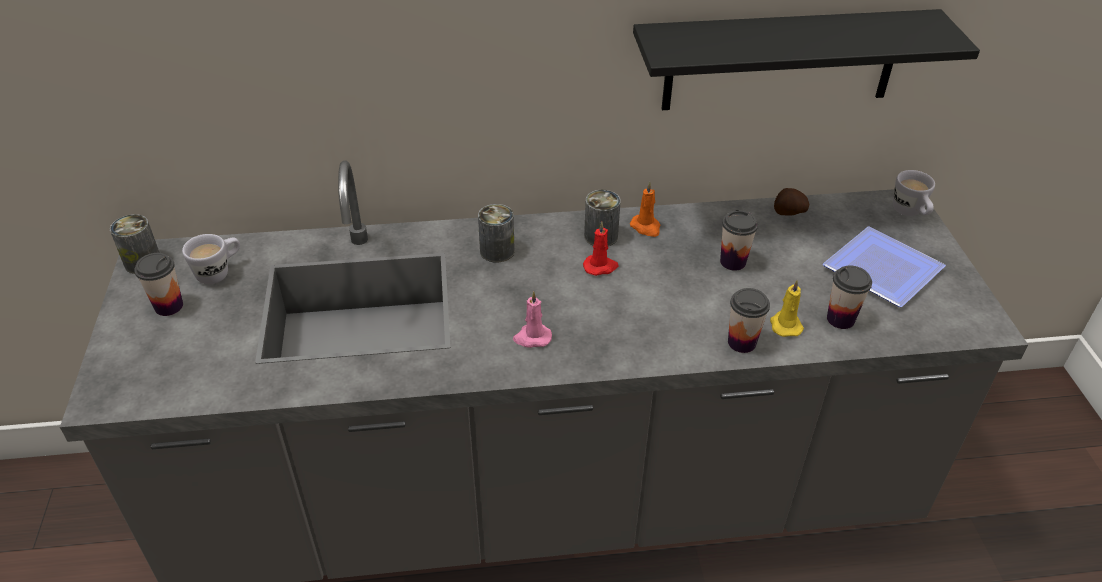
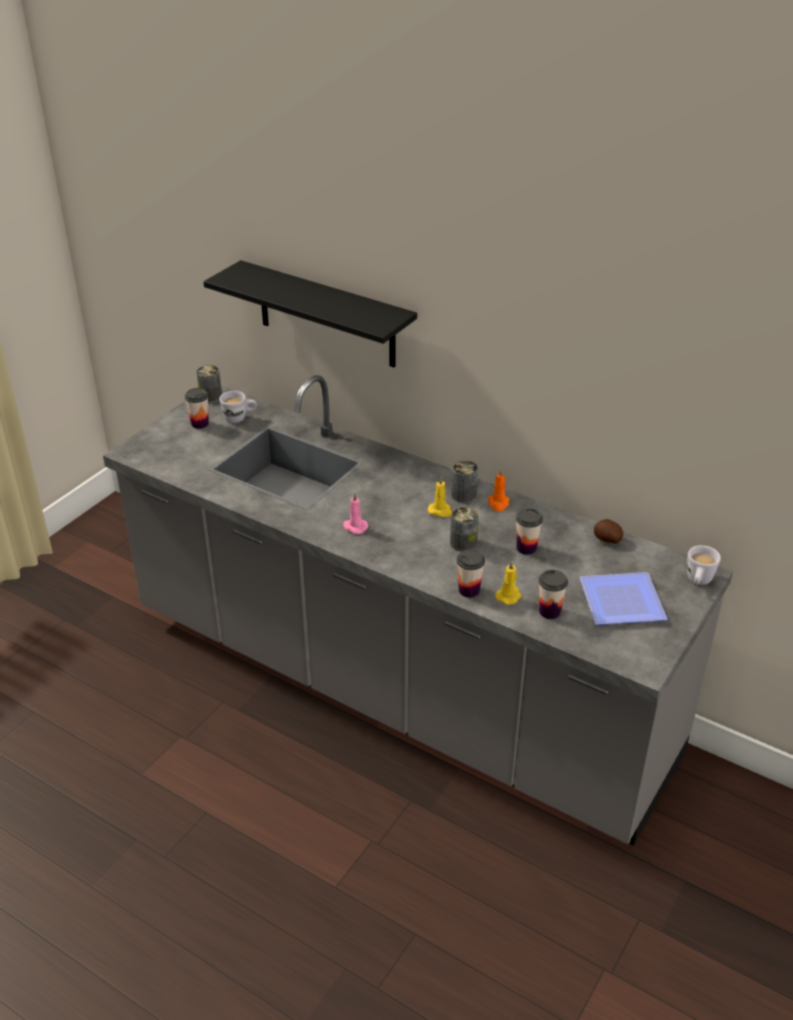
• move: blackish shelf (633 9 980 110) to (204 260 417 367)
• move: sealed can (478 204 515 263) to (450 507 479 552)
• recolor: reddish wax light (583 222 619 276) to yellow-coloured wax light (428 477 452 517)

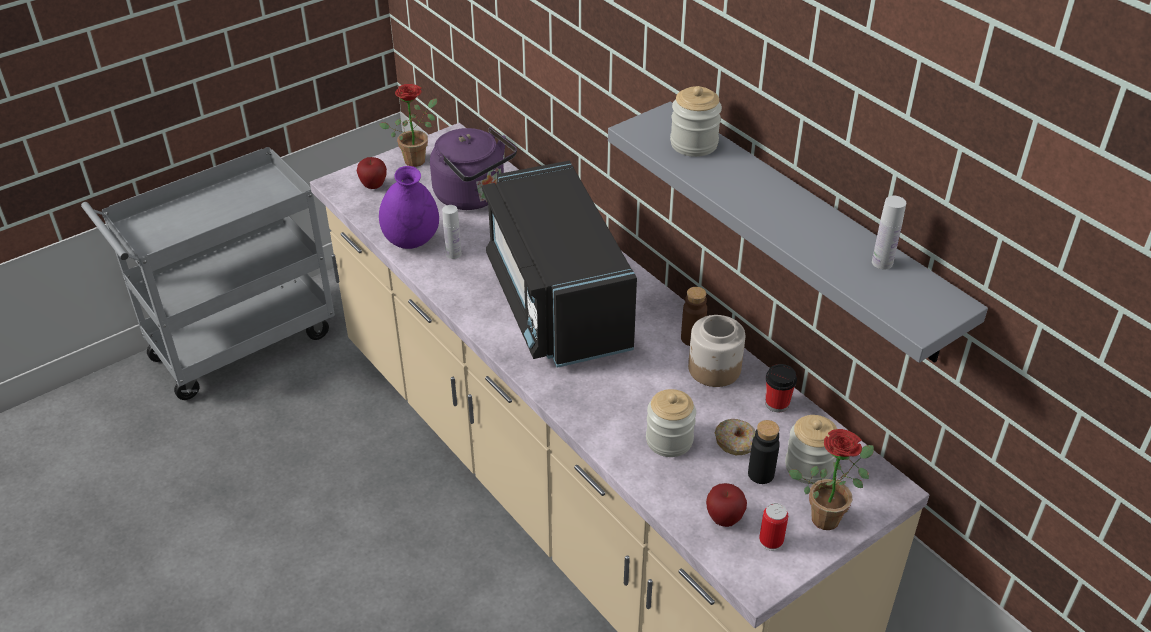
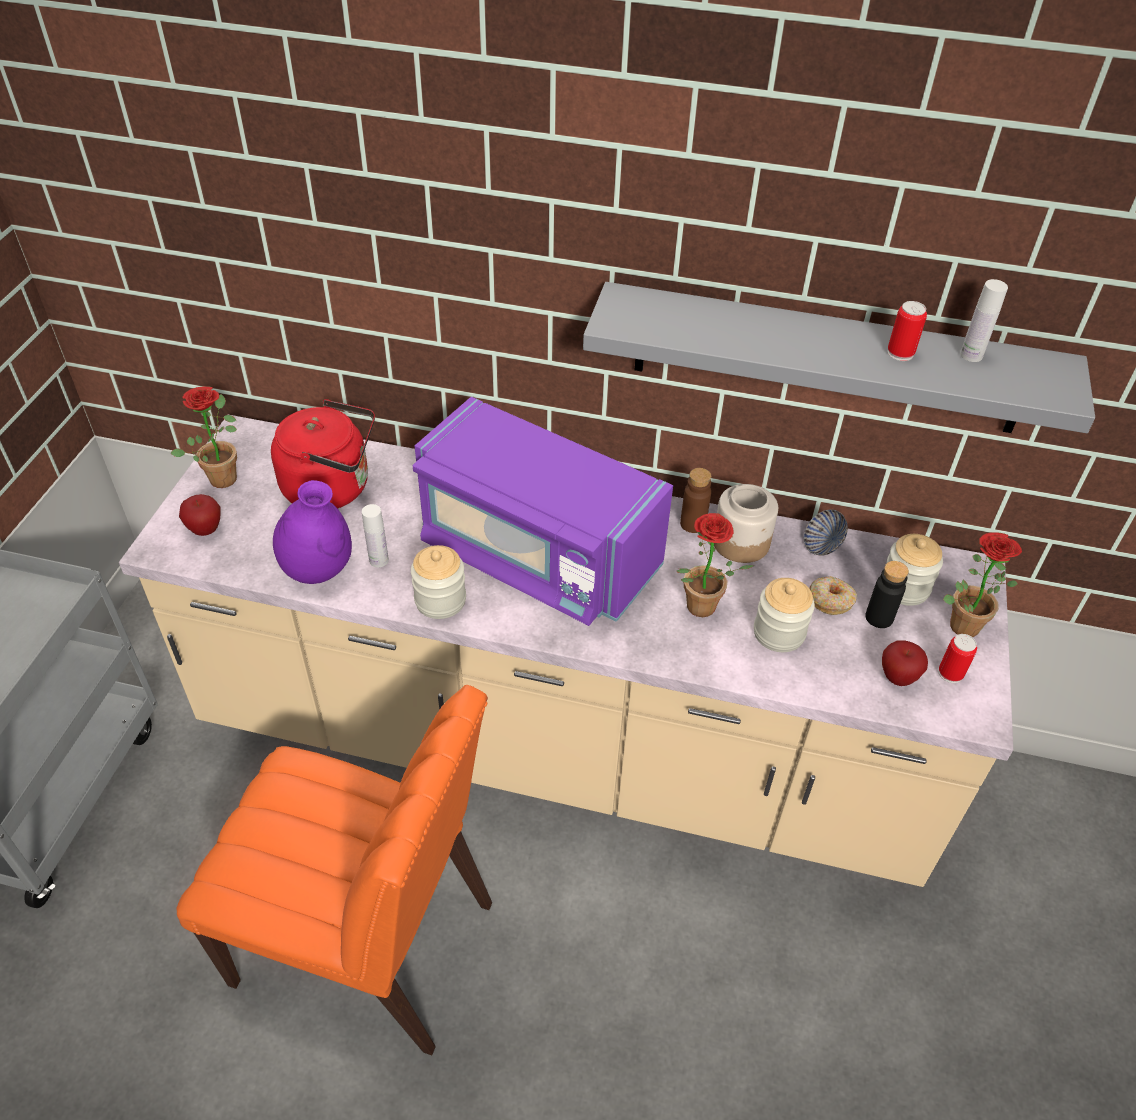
• move: storage jar (670 86 722 157) to (411 545 466 619)
• recolor: purple-coloured water kettle (430 127 517 210) to reddish water kettle (271 399 375 509)
• recolor: blackish microwave (482 161 637 368) to purple-coloured microwave (413 397 673 626)
• replace: drinking cup (766 364 797 412) to bowl (804 509 848 556)
• insert: sealed can (888 301 927 361)
• insert: potted plant (677 513 754 617)
• insert: orangey plain chair (177 685 492 1055)

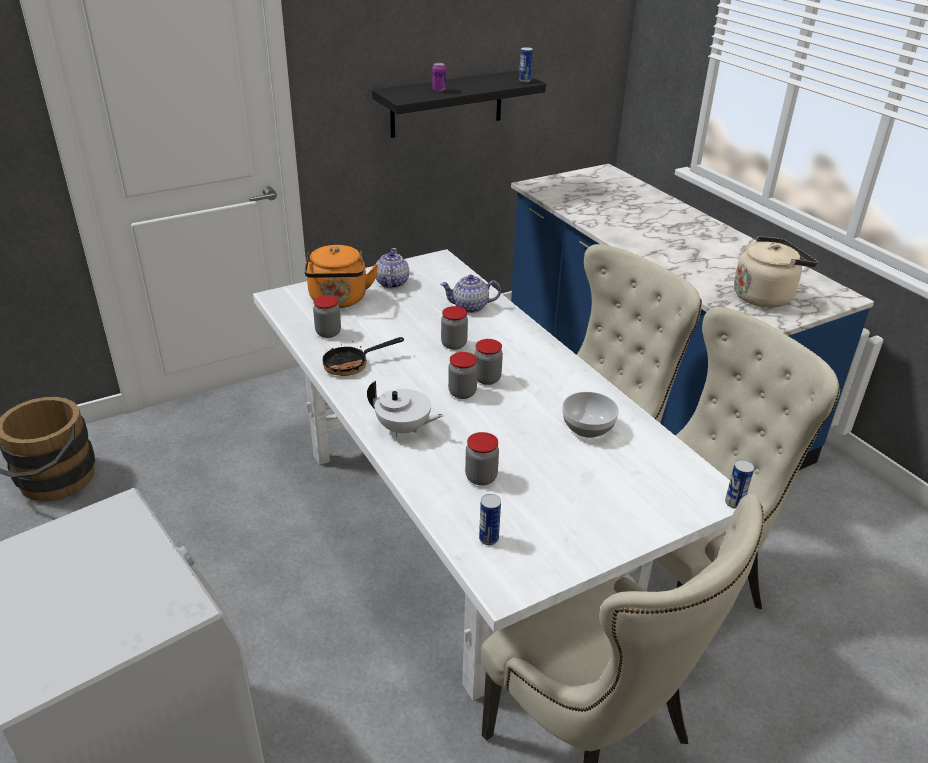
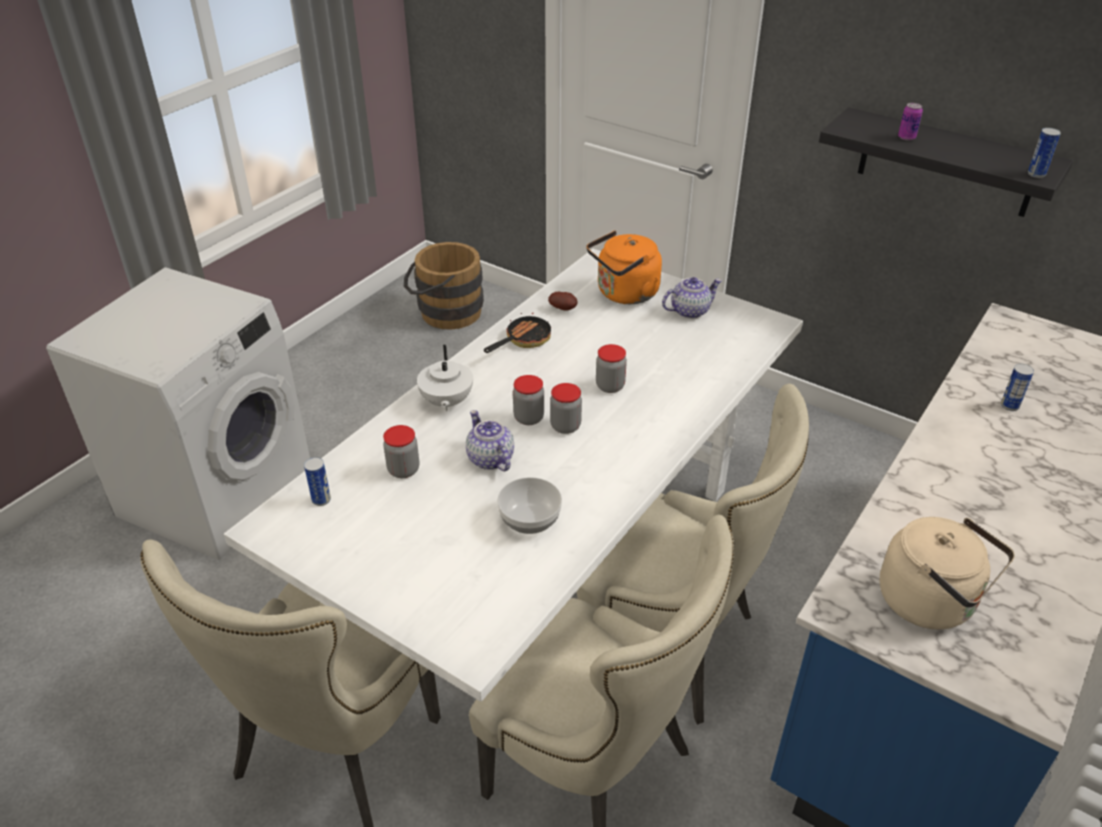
• move: teapot (440 274 501 313) to (466 410 514 471)
• replace: storage jar (313 295 341 338) to whole potato (548 292 577 311)
• rotate: frying pan (323 337 404 376) = (484 312 551 353) 90 degrees clockwise
• move: sealed can (725 460 754 509) to (1001 364 1034 411)

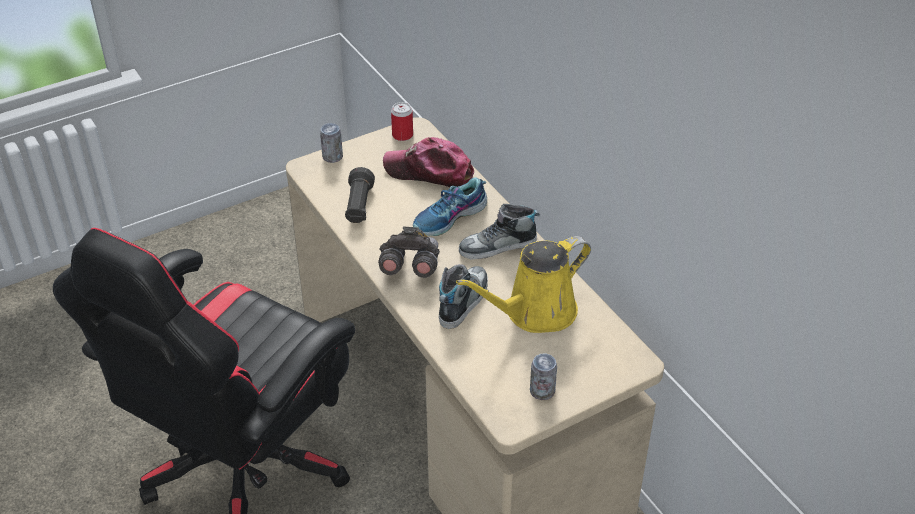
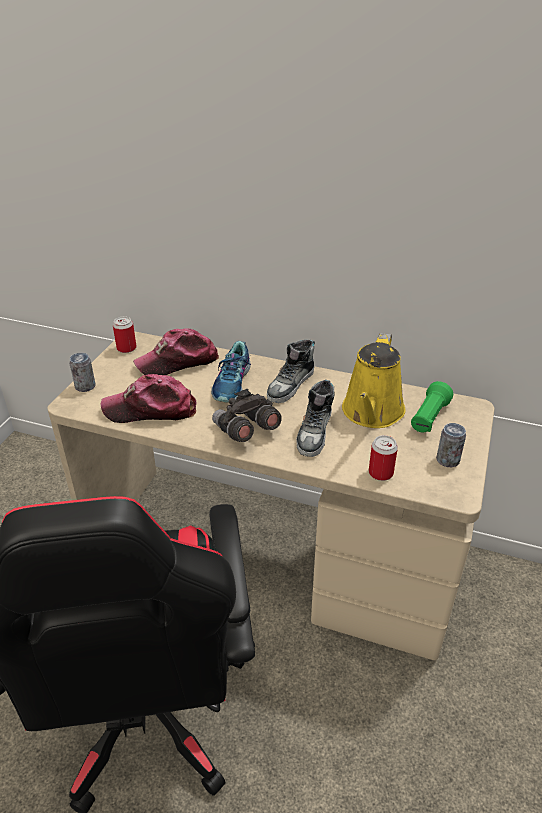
• replace: blackish flashlight (345 167 375 223) to peaked cap (101 374 197 423)
• rotate: item of footwear (439 264 488 329) = (296 380 335 457) 150 degrees counterclockwise
• insert: green flashlight (411 381 453 433)
• insert: sealed can (369 435 398 481)

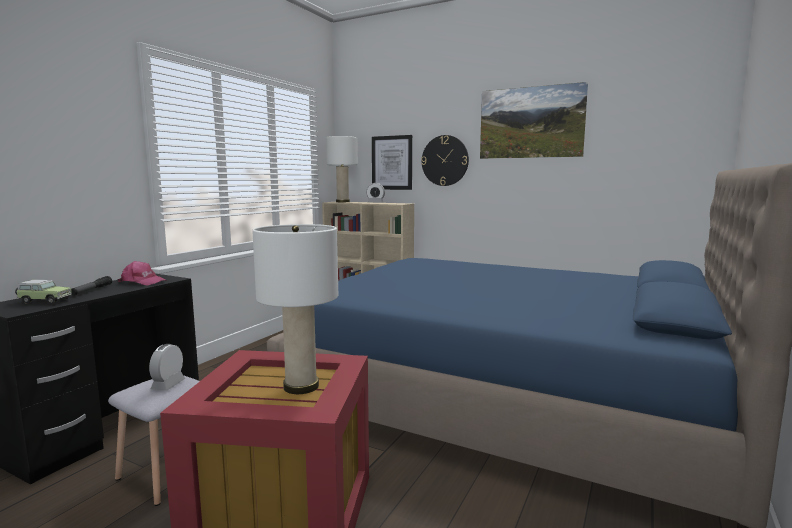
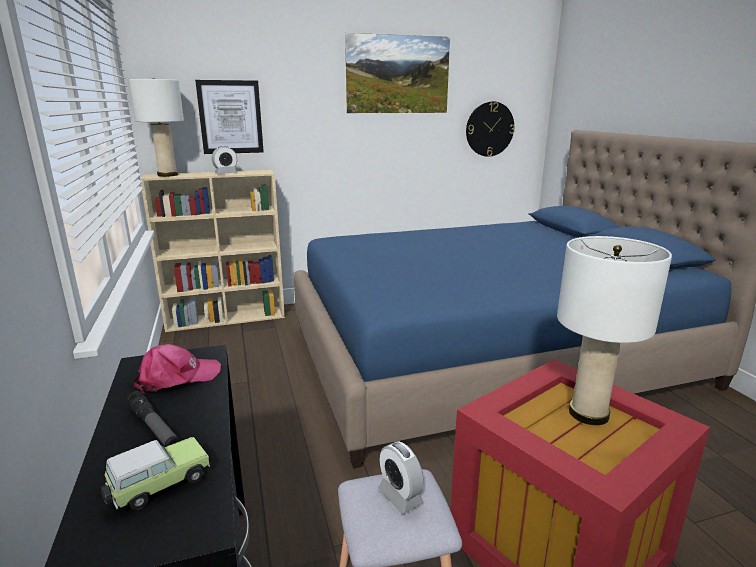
• move: hanging clock (421 135 469 186) to (466 101 515 157)

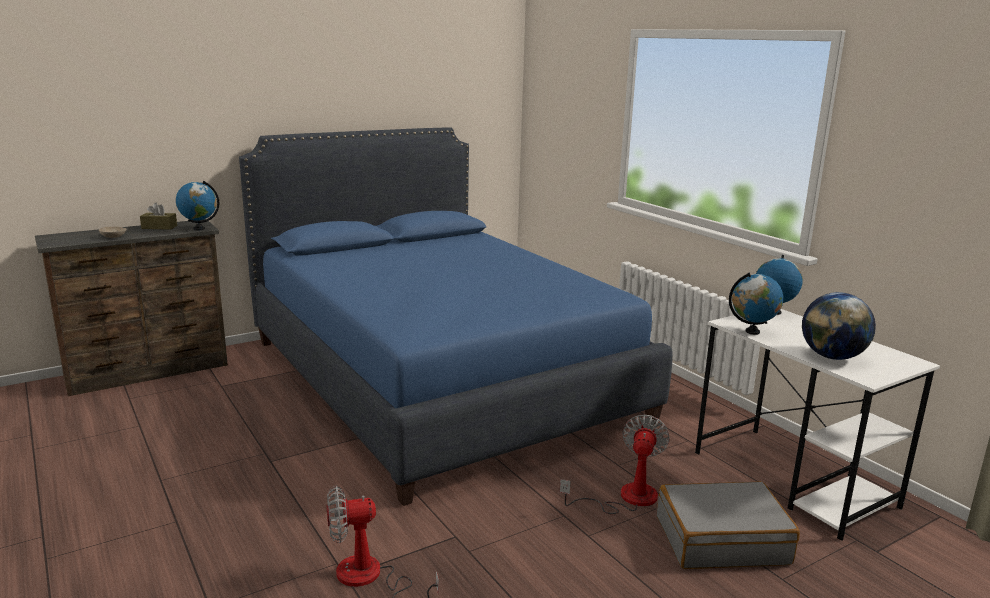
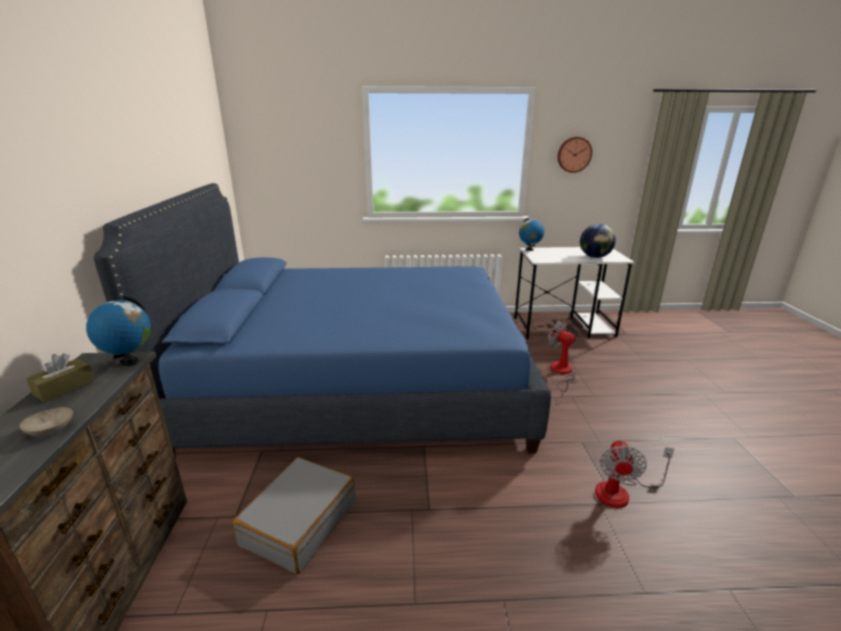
• delete: globe (729 272 783 335)
• move: greyish travel case (657 481 800 569) to (233 457 355 574)
• insert: hanging clock (557 137 592 173)

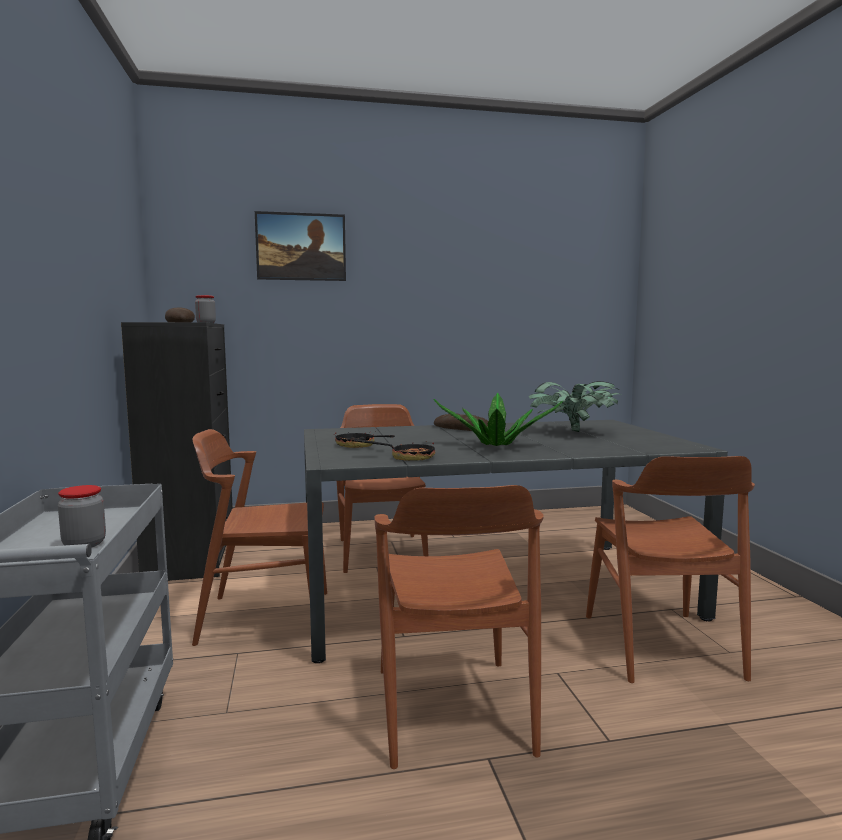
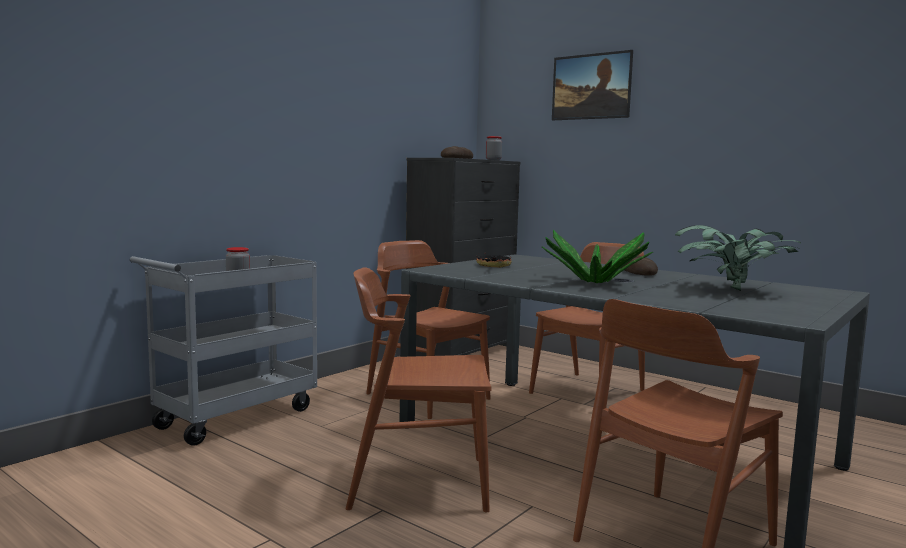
• delete: frying pan (352 439 435 461)
• rotate: brown plain chair (374 485 544 769) = (346 267 492 512) 45 degrees clockwise

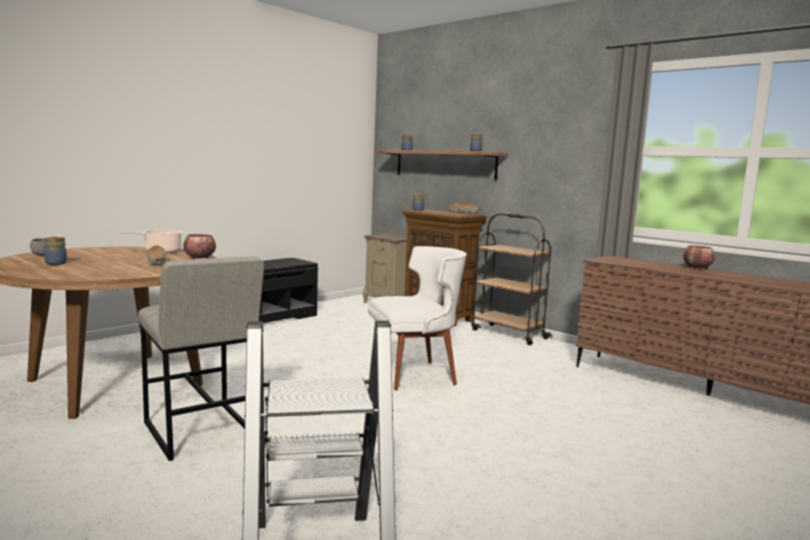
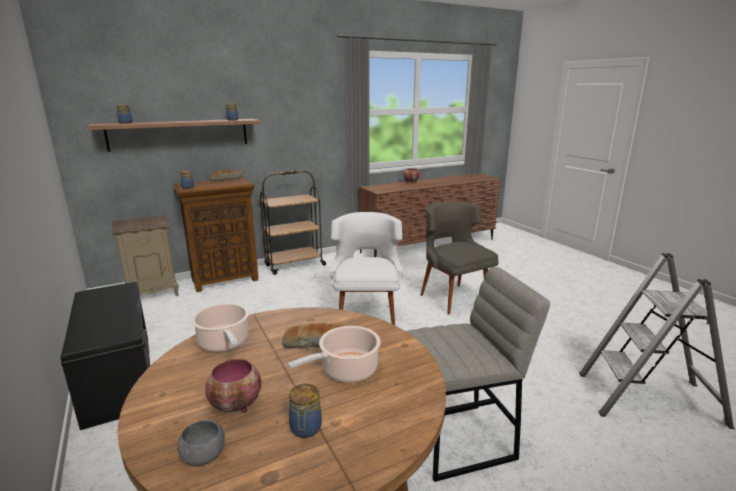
• move: bowl (183 234 216 259) to (205 359 261 413)
• insert: greyish plain chair (420 202 499 314)
• insert: cooking pot (288 326 381 383)

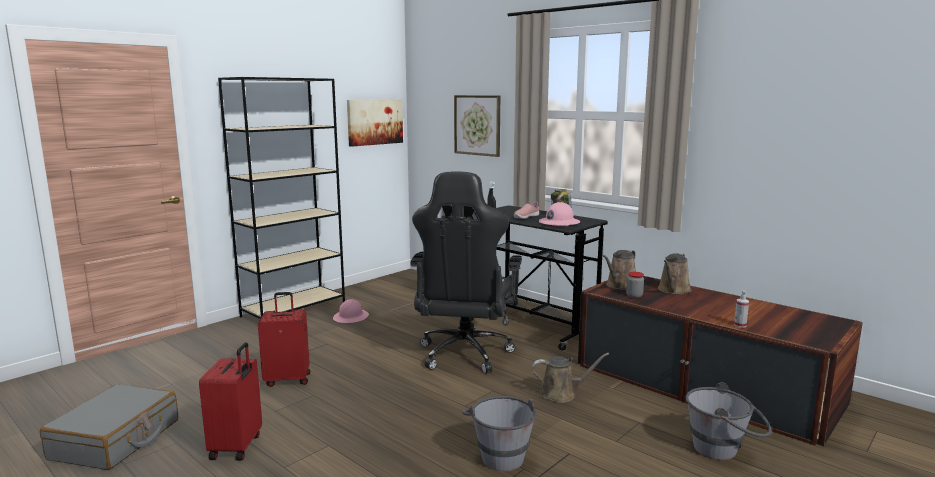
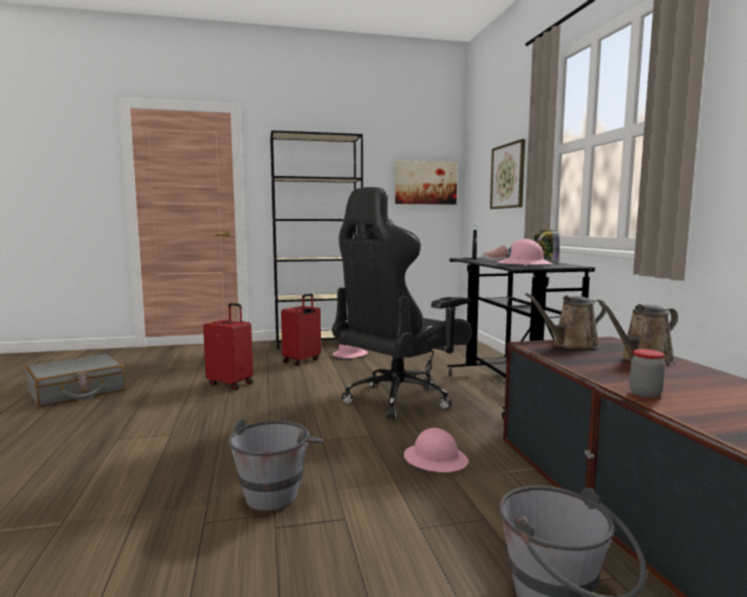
• move: storage jar (626 272 644 298) to (629 349 665 398)
• delete: sprayer (734 291 749 328)
• move: reddish travel case (199 342 262 461) to (281 294 321 366)
• replace: brown watering can (532 353 609 403) to pinkish hard hat (404 428 469 472)

